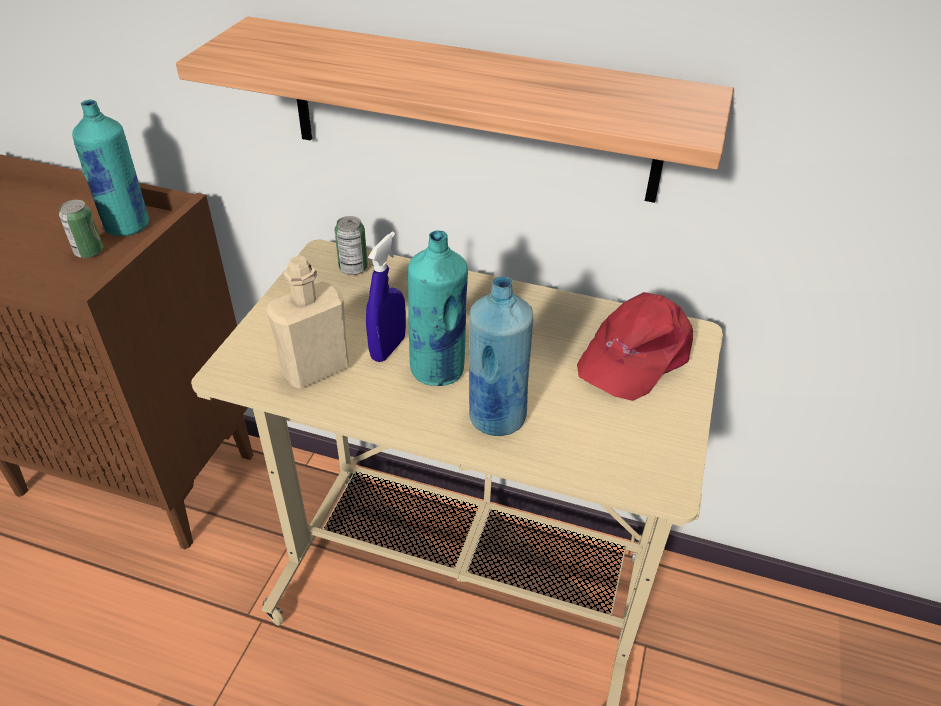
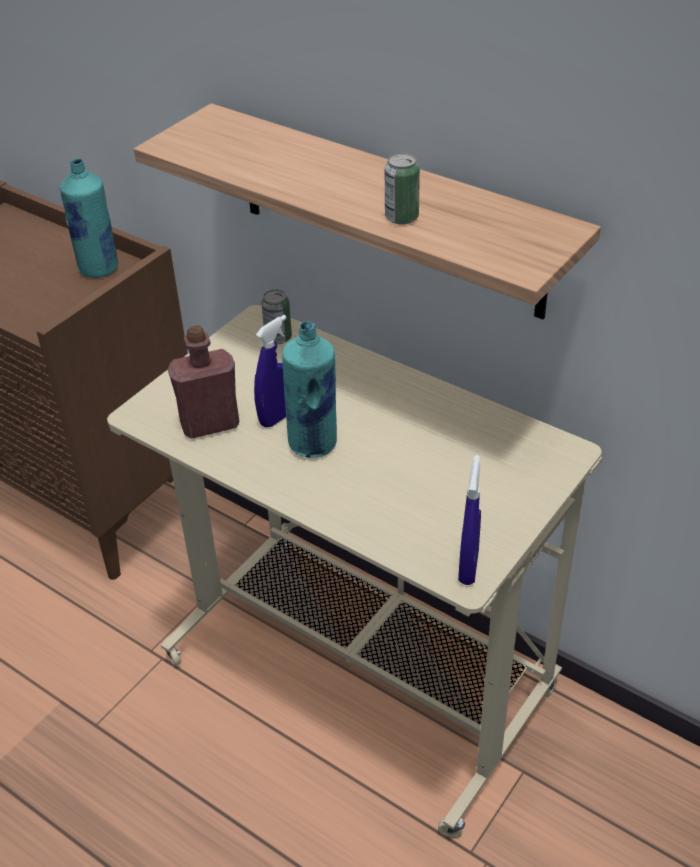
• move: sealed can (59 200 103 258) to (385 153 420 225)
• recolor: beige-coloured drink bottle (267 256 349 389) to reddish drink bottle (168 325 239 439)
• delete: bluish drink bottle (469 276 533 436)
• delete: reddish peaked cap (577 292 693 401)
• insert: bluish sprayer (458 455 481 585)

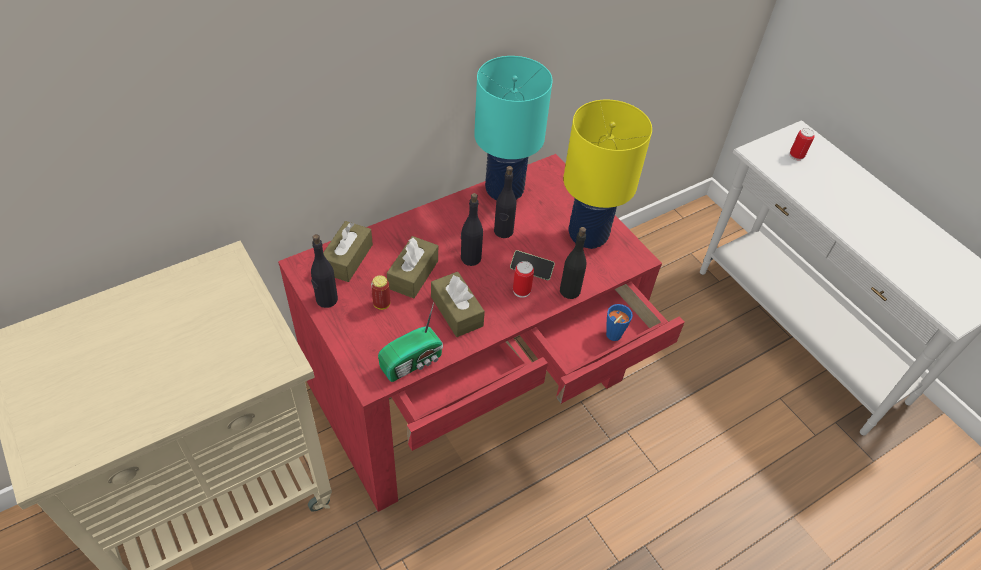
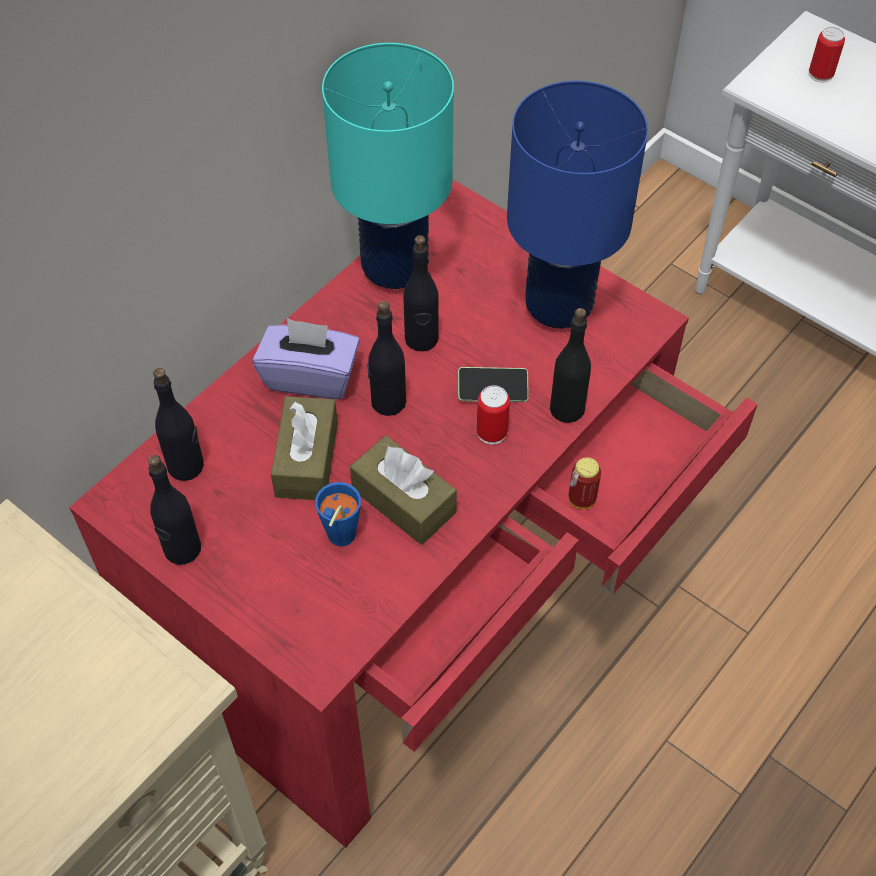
• recolor: yellow-coloured table lamp (563 100 652 249) to bluish table lamp (507 81 648 329)
• replace: brown tissue holder (323 221 373 282) to blackish drink bottle (153 368 204 481)
• move: sealed can (371 275 390 310) to (569 457 601 509)
• delete: radio (378 302 443 382)
• move: bluish drinking cup (606 304 633 341) to (315 482 361 547)
• insert: purple-coloured tissue holder (253 318 360 399)

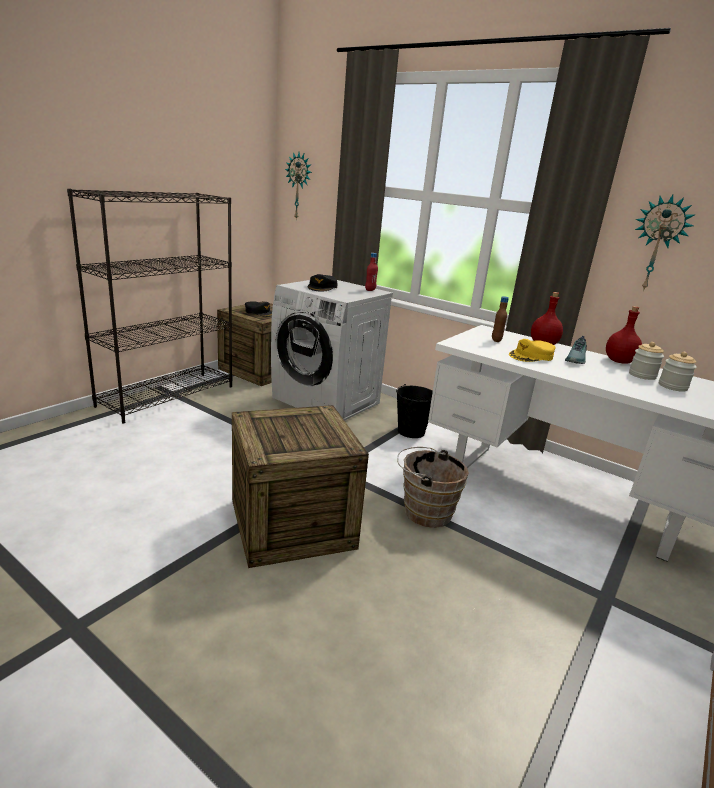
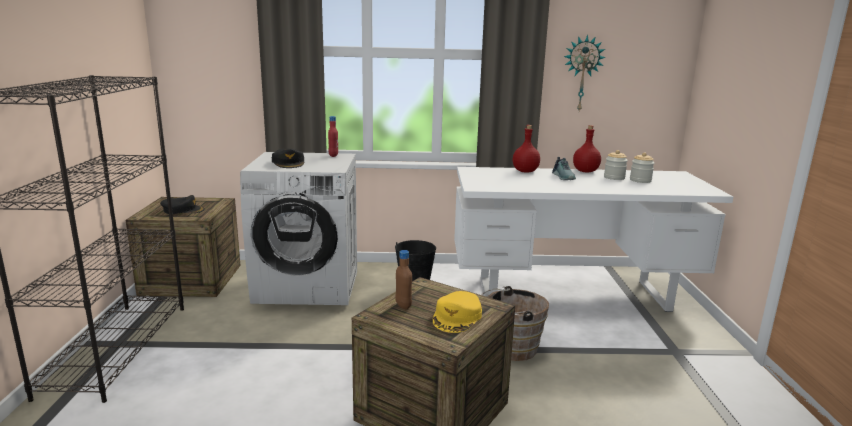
• delete: hanging clock (285 152 312 219)
• move: brown drink bottle (492 296 509 342) to (395 250 412 309)
• move: yellow-coloured peaked cap (509 339 556 362) to (433 291 482 333)

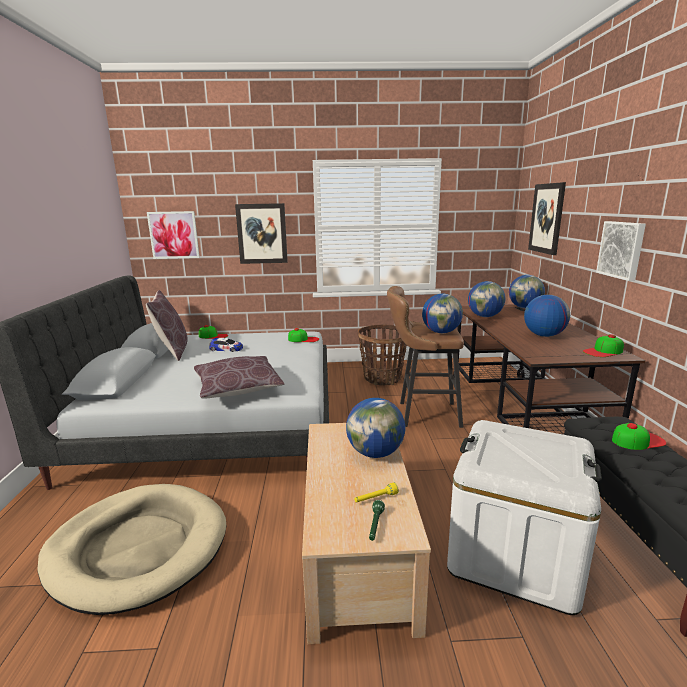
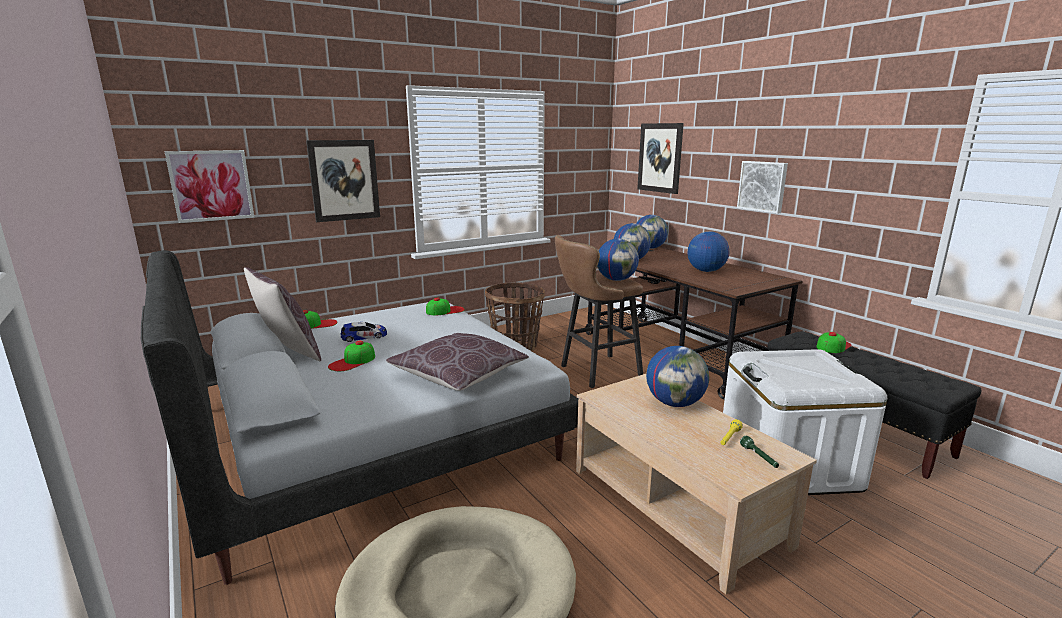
• move: peaked cap (583 334 624 357) to (328 341 375 371)

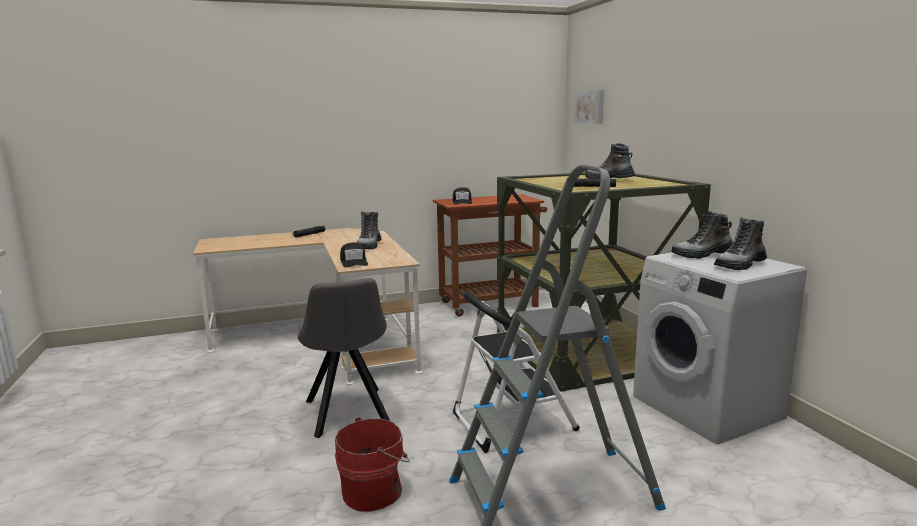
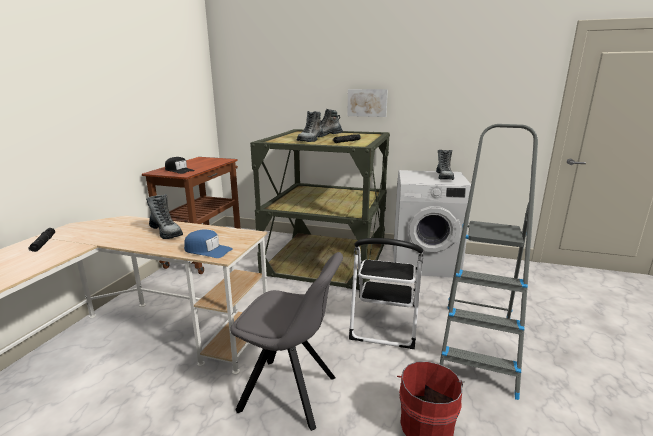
• move: wall art (574 90 604 123) to (347 89 388 117)
• move: high-top boot (671 211 733 259) to (297 111 324 142)
• recolor: blackish peaked cap (340 242 368 267) to bluish peaked cap (184 229 233 258)

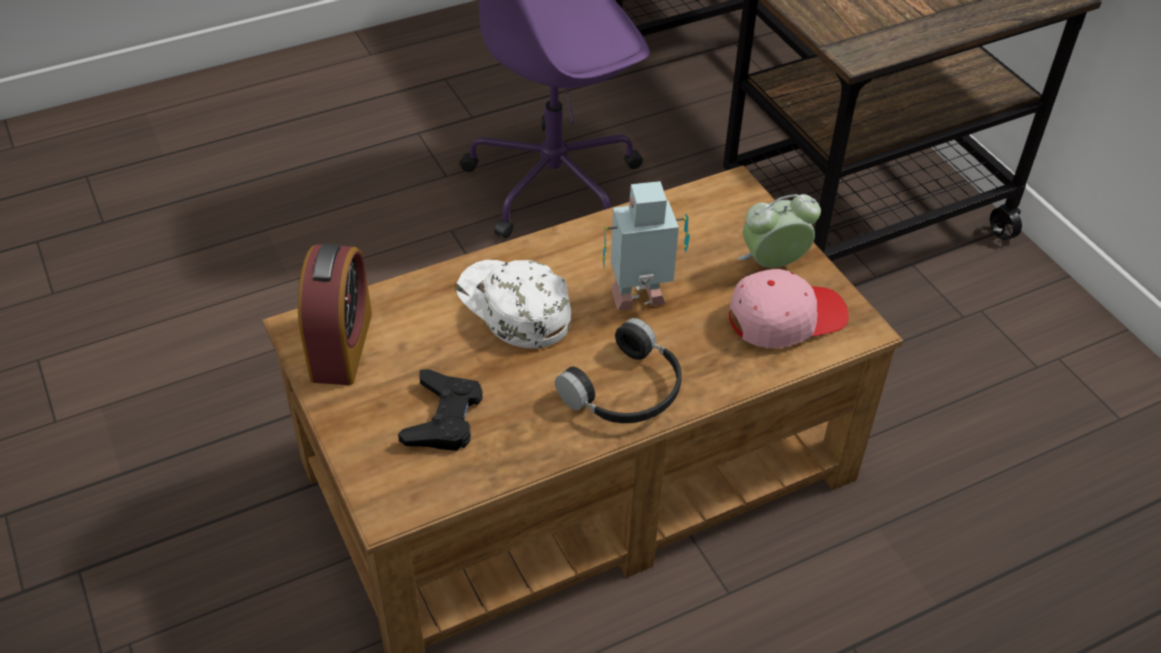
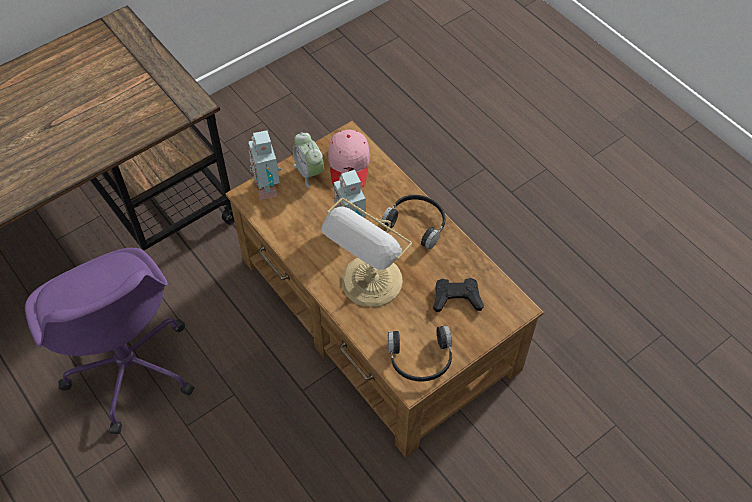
• replace: alarm clock (298 243 372 385) to blackish pair of headphones (388 326 452 382)
• replace: whitish peaked cap (456 260 571 348) to table lamp (321 198 412 307)
• rotate: pinkish peaked cap (728 269 849 348) = (328 129 370 187) 150 degrees counterclockwise
• insert: robot figure (249 130 281 200)

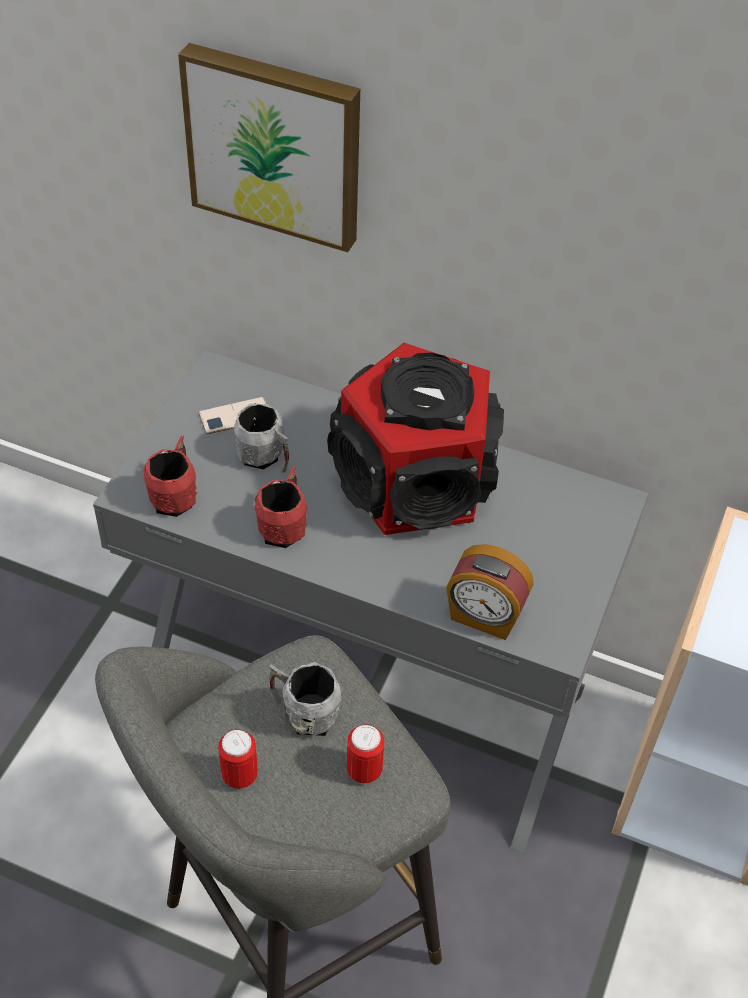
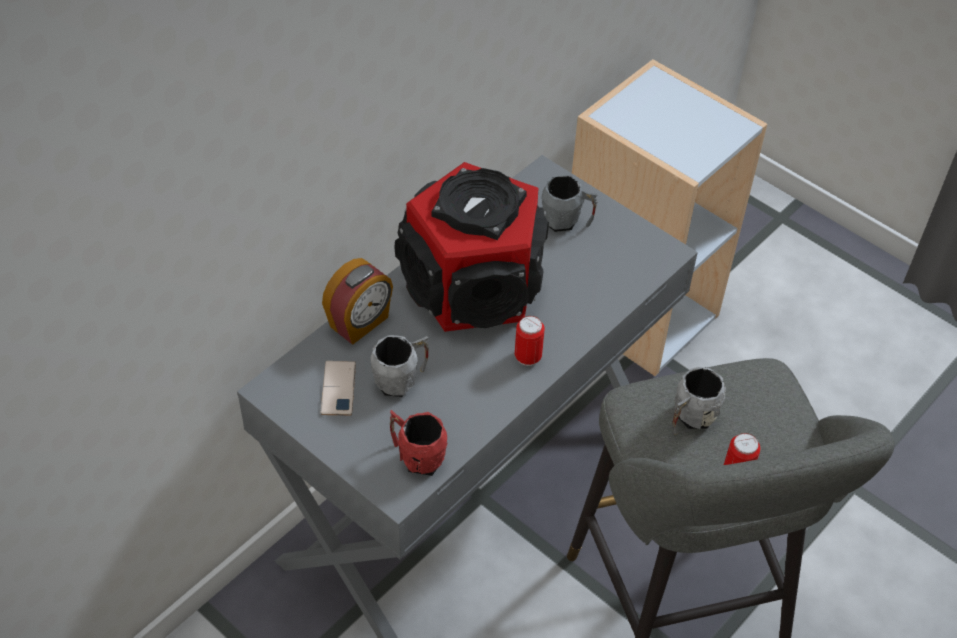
• delete: wall art (178 43 360 252)
• delete: reddish mug (254 466 307 548)
• move: alarm clock (446 544 533 640) to (322 258 393 345)
• move: sealed can (347 724 384 783) to (515 316 545 366)
• insert: greyish mug (541 174 597 232)

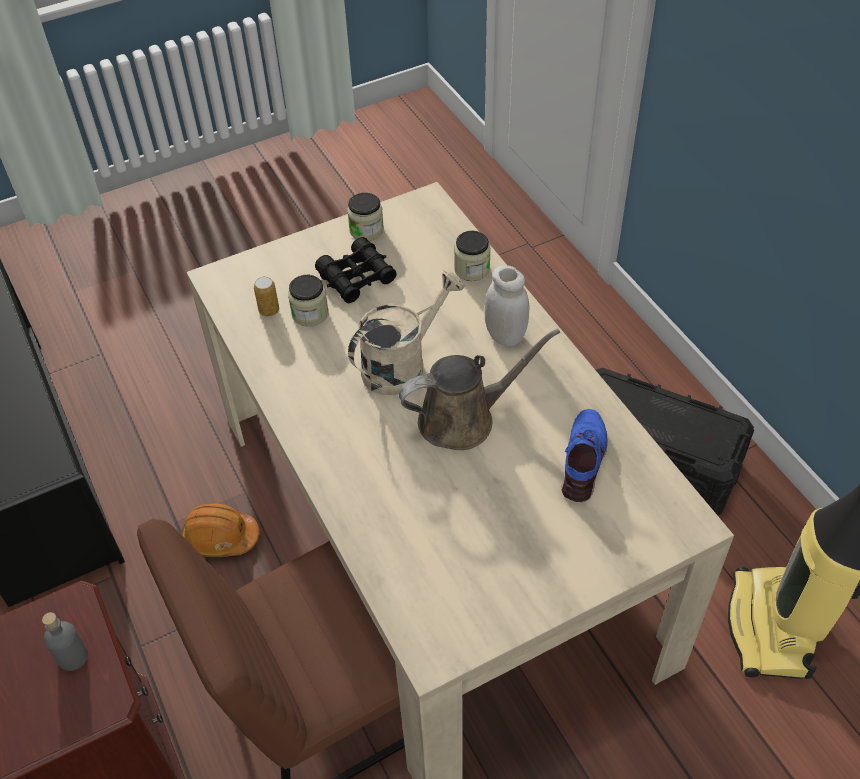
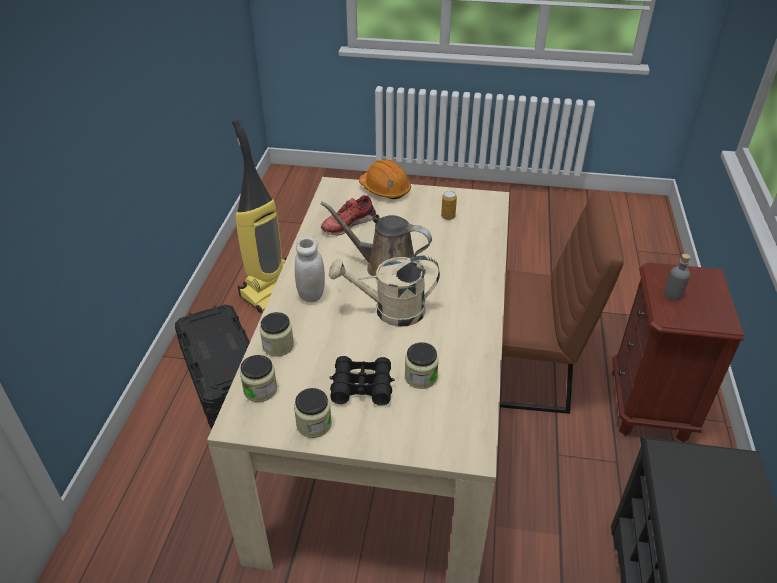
• move: sealed can (254 277 279 317) to (441 191 457 220)
• recolor: bluish item of footwear (561 409 608 502) to reddish item of footwear (321 195 376 236)
• move: orangey hard hat (181 504 260 557) to (359 159 411 199)
• insert: storage jar (240 355 277 402)

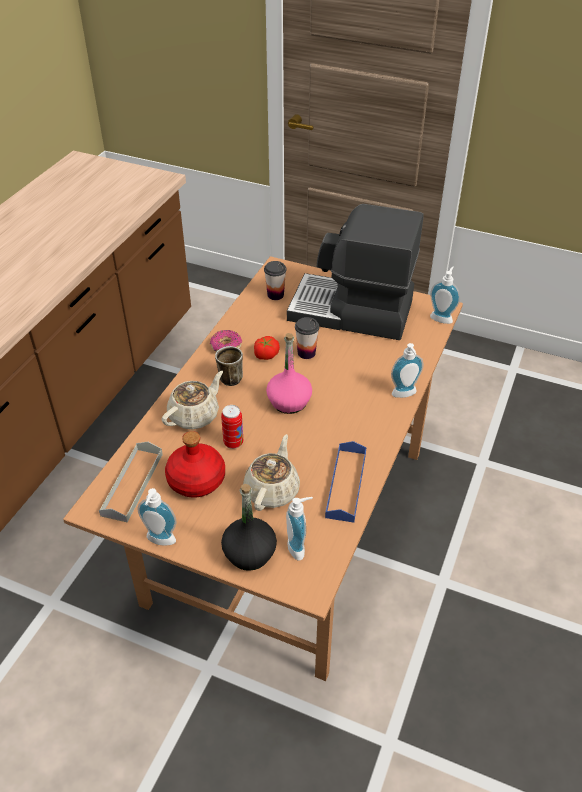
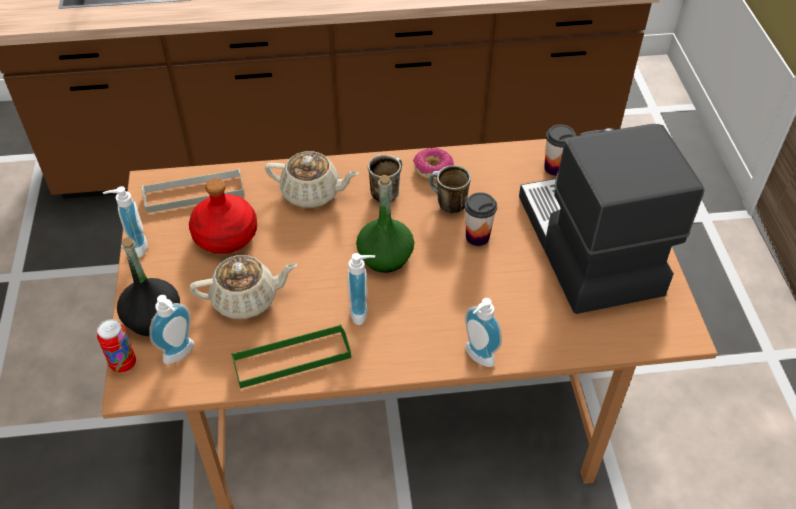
• move: liquid soap bottle (430 266 460 324) to (347 253 375 325)
• recolor: pinkish drink bottle (266 333 312 414) to green drink bottle (356 174 414 273)
• replace: tomato (254 336 280 360) to mug (429 165 471 214)
• move: sealed can (221 405 243 449) to (97 319 136 373)
• recolor: bluish serving tray (325 441 367 523) to green serving tray (231 324 351 389)

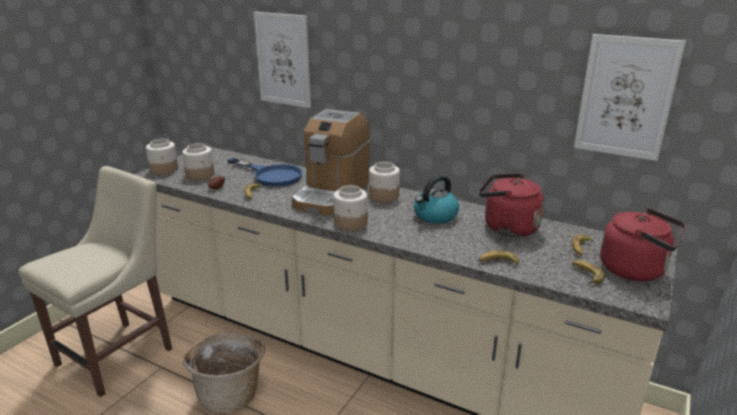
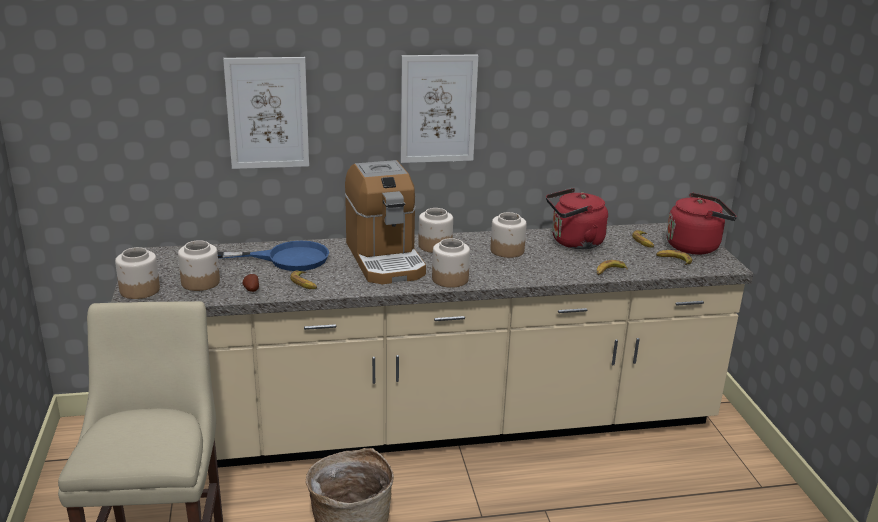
• move: wall art (574 34 686 161) to (400 54 478 163)
• replace: water kettle (414 175 459 224) to storage jar (490 212 527 258)

